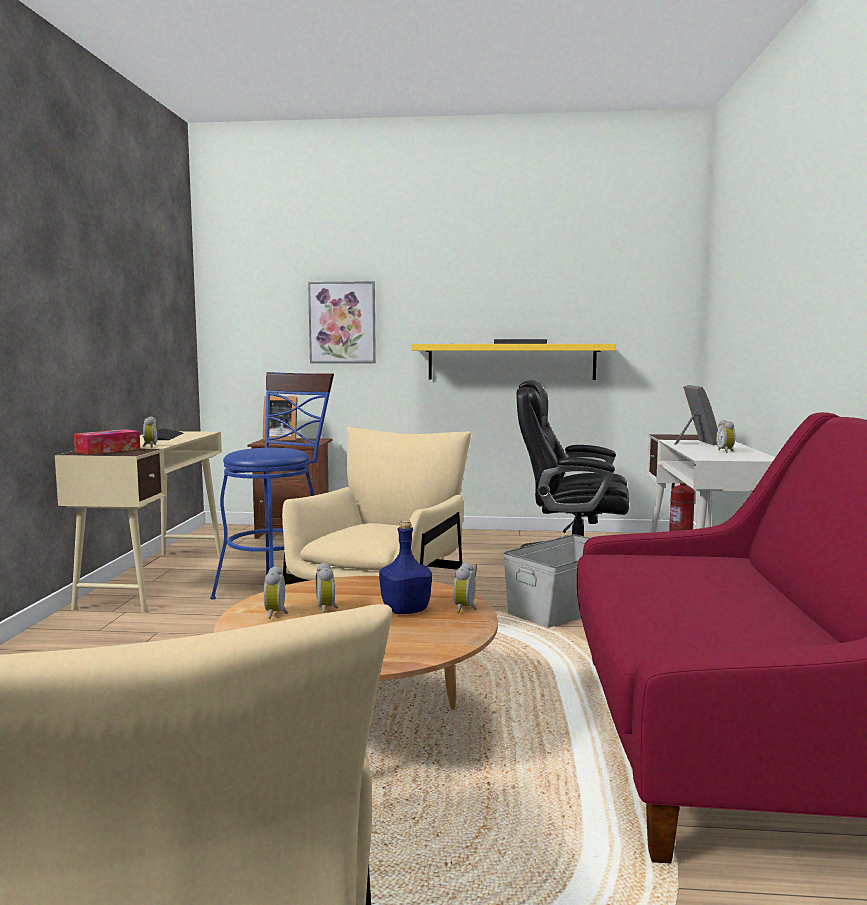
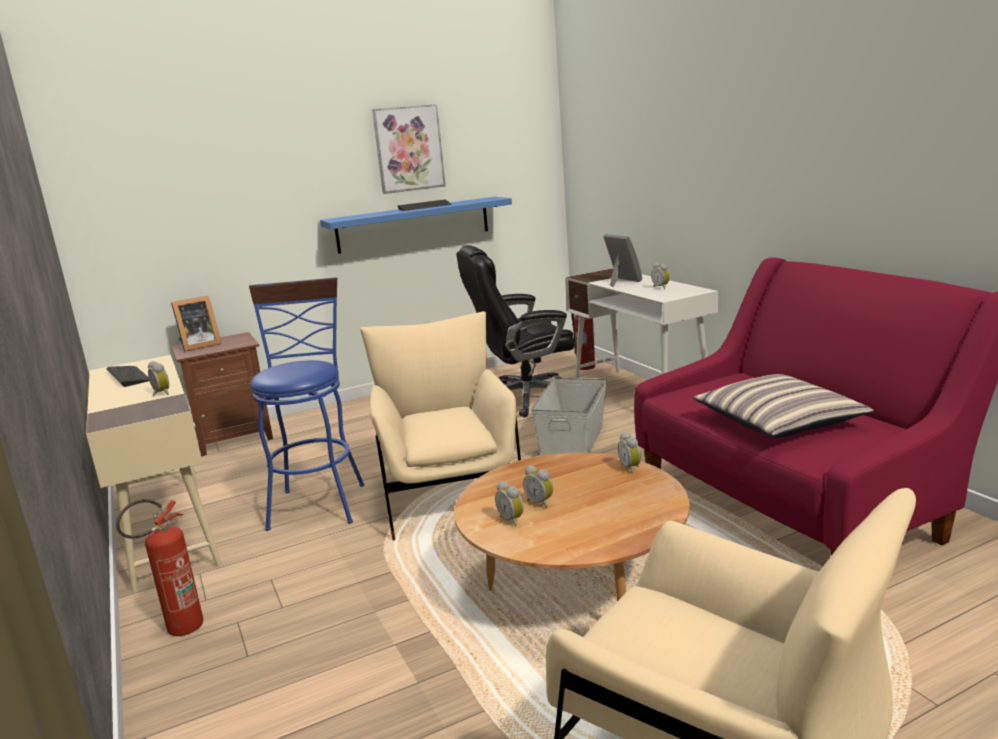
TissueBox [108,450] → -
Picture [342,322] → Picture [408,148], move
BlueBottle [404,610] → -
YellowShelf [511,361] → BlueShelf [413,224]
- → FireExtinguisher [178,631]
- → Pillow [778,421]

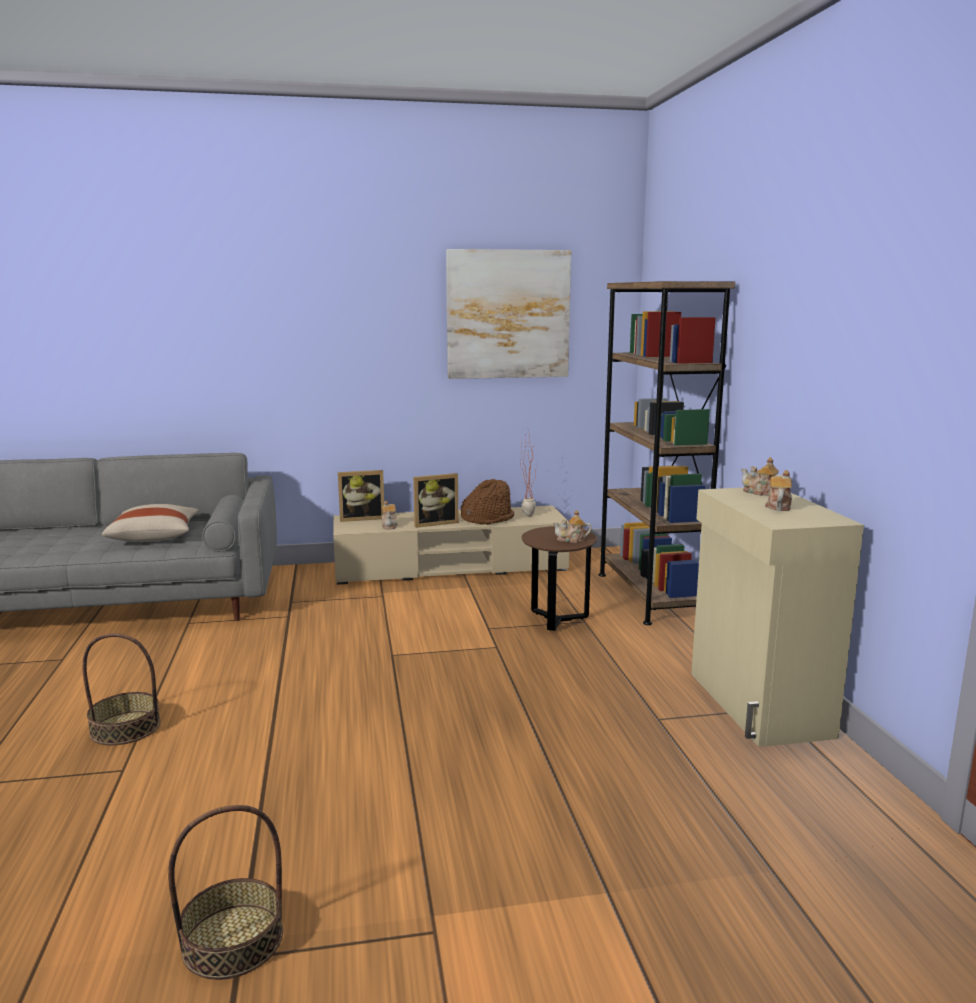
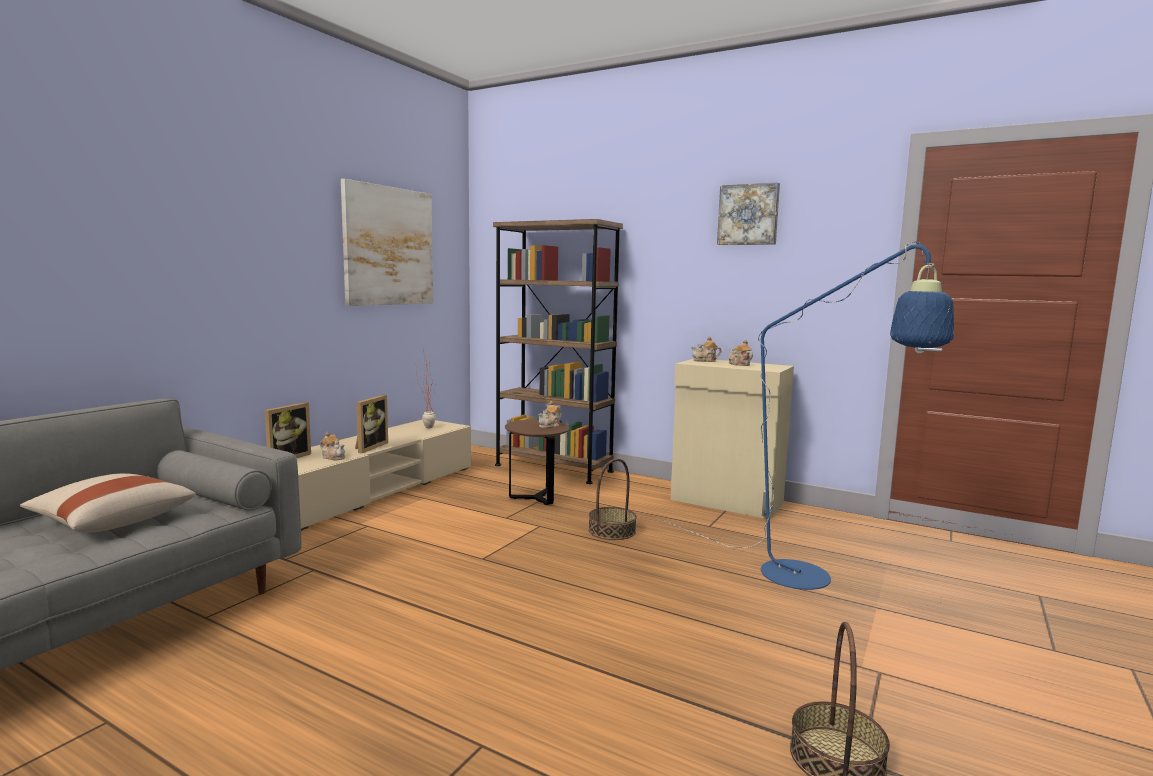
Basket [125,728] → Basket [612,530], move
BrownHat [487,519] → -
- → BlueFloorLamp [812,580]
- → Picture [748,215]

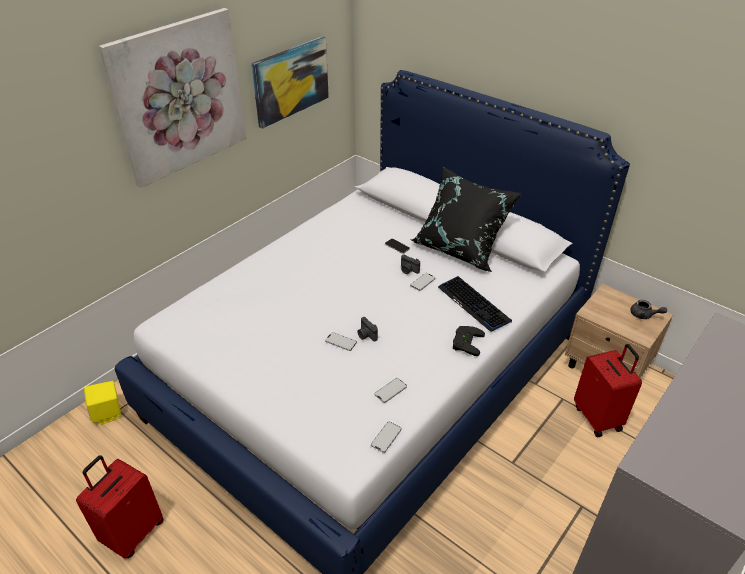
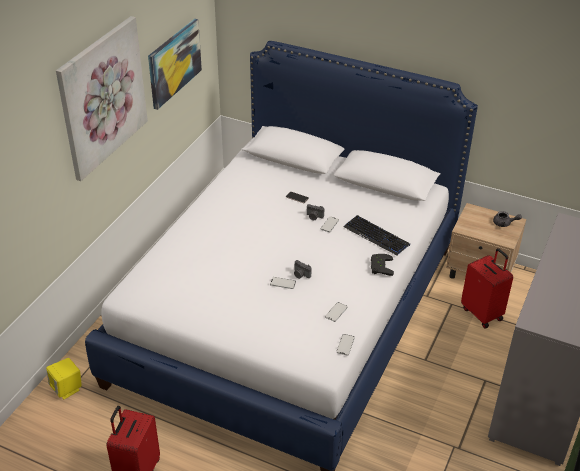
BlackPillow [461,248] → -

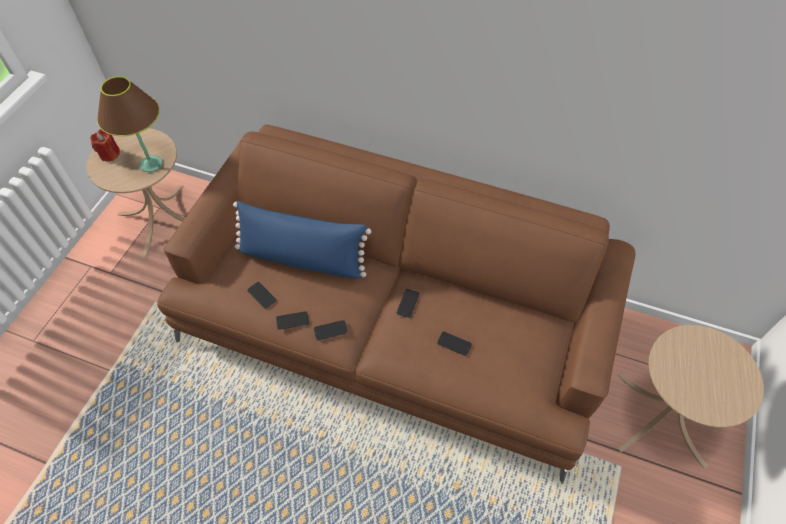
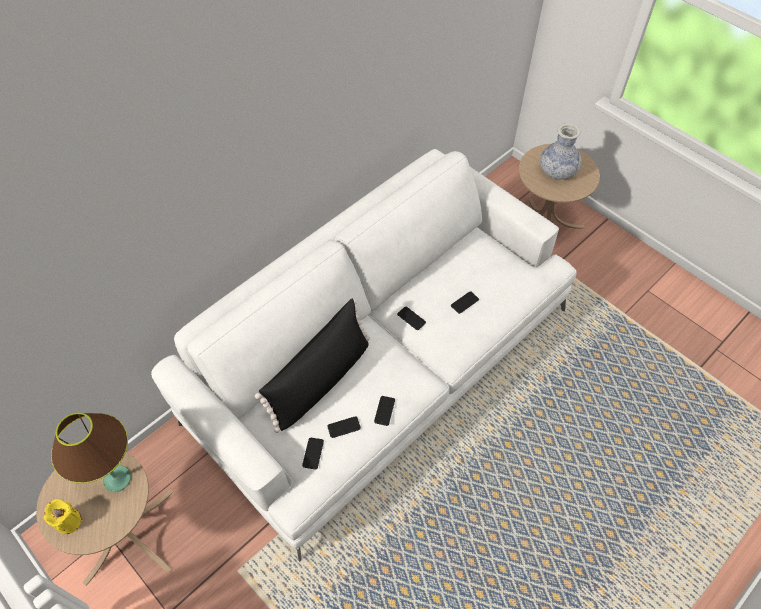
RedCandle [109,154] → YellowCandle [68,521]
BrownSofa [393,324] → WhiteSofa [381,363]
BluePillow [302,258] → BlackPillow [321,380]
Phone [330,330] → Phone [313,453], move
- → Vase [557,171]

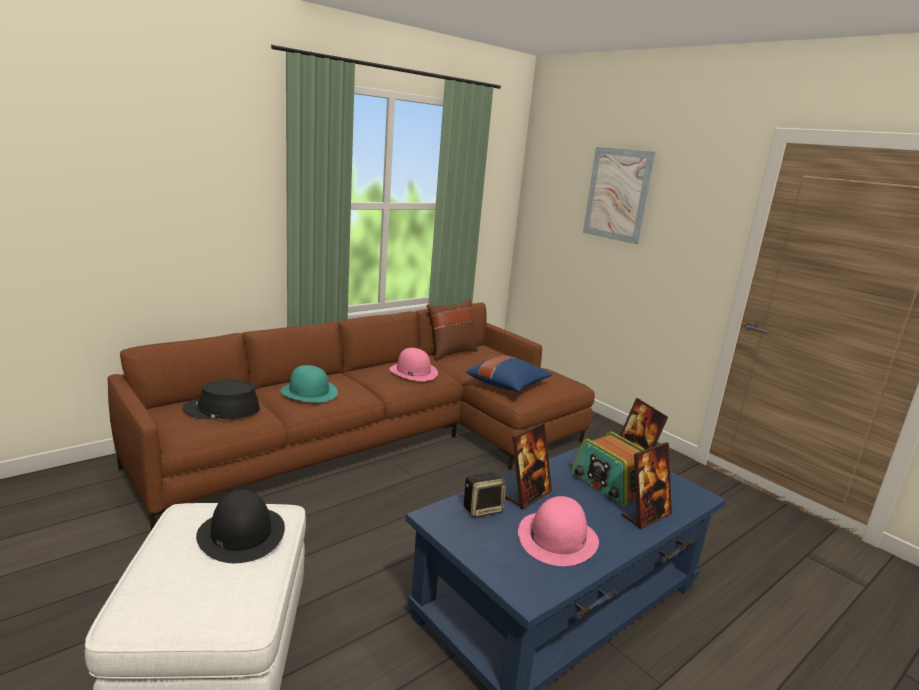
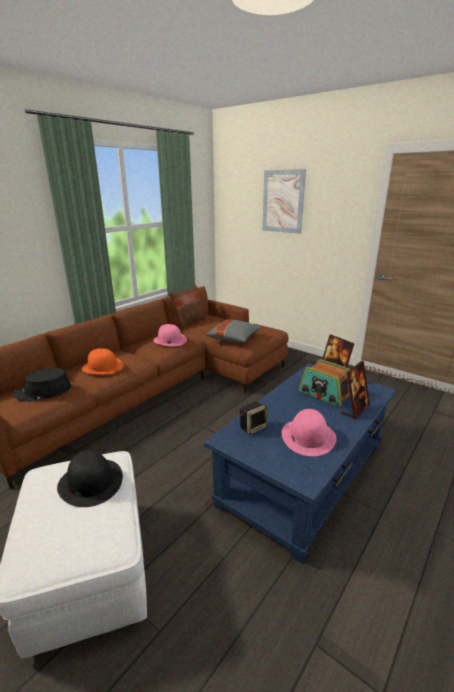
TurquoiseHat [309,392] → OrangeHat [103,367]
BluePillow [508,385] → GreyPillow [234,339]
PictureFrame [527,495] → -

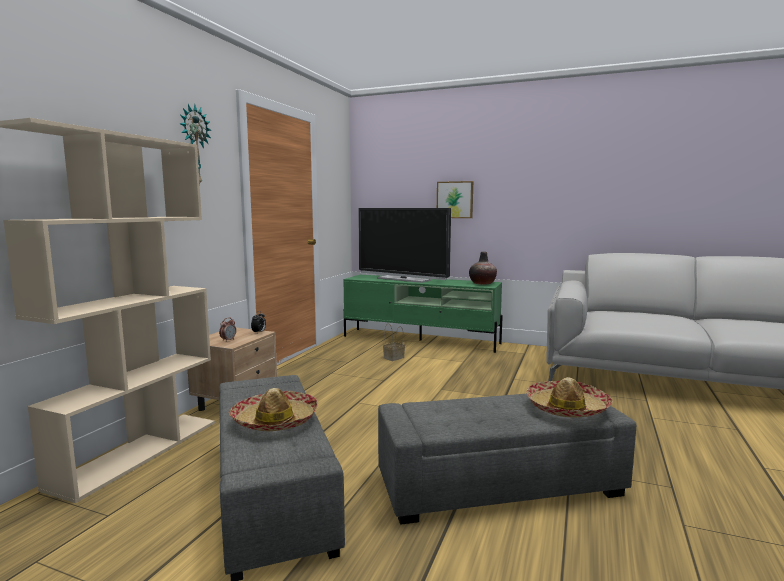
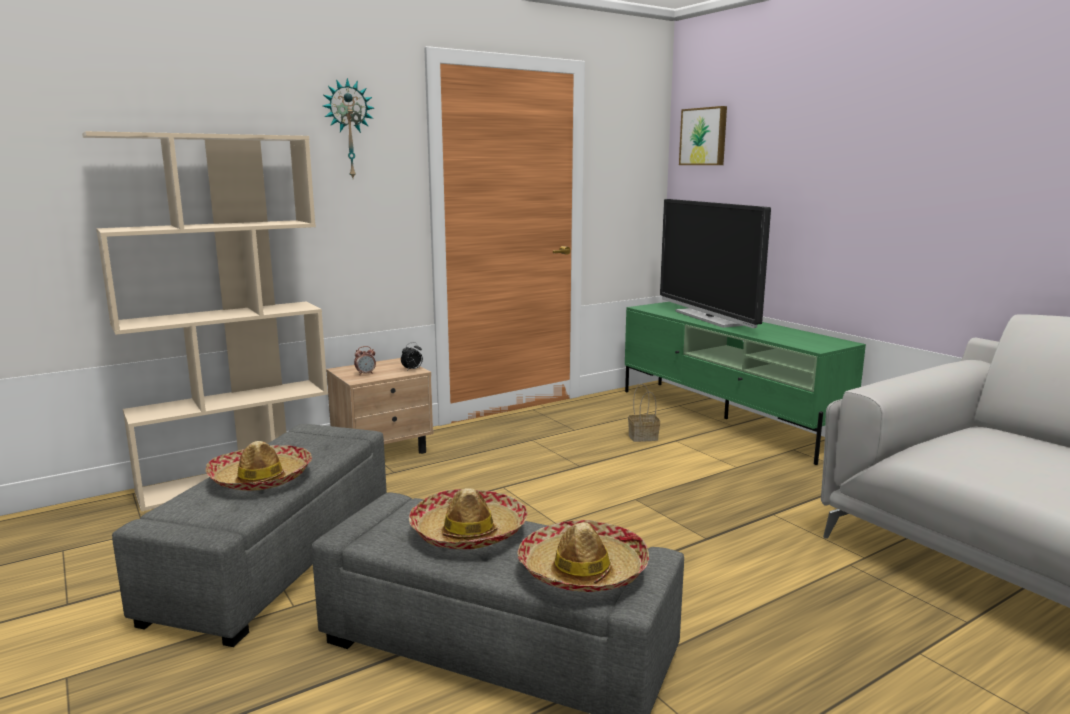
Picture [455,200] → Picture [704,136], move
Vase [482,283] → -
- → Hat [469,532]

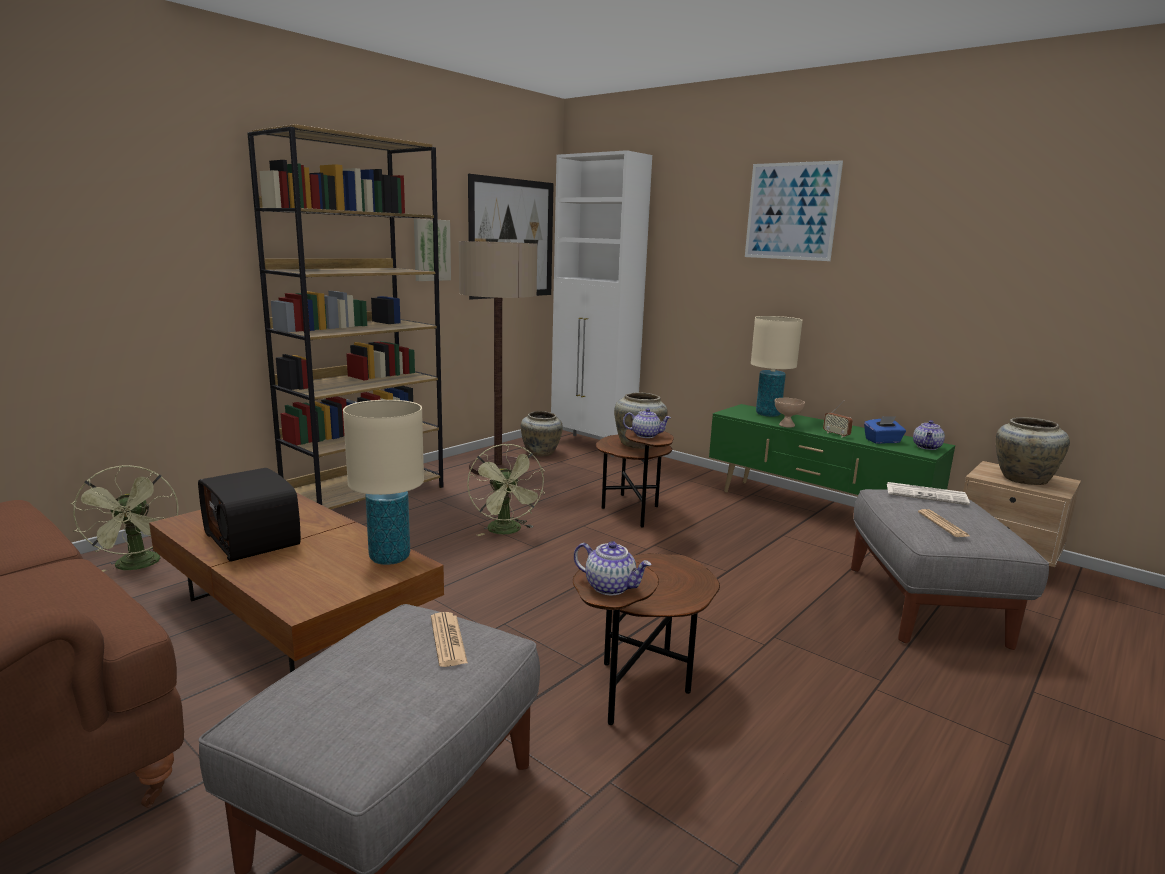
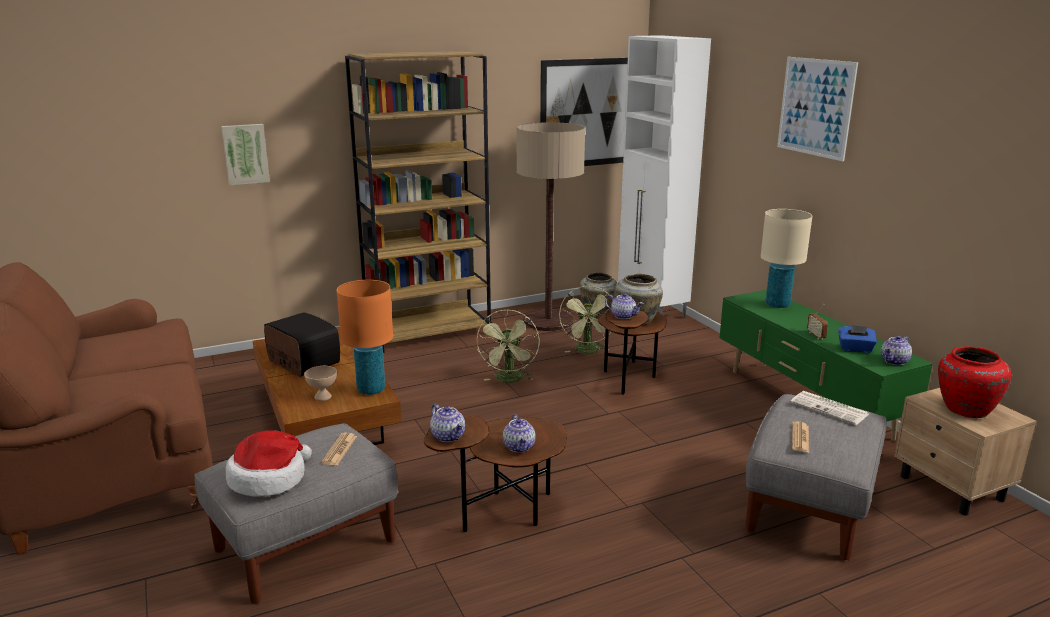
GreenFan [138,566] → GreenFan [588,351], move
Radio [254,539] → Radio [302,362], 150 degrees clockwise
BeigeTableLamp [389,558] → OrangeTableLamp [371,390]
Picture [431,250] → Picture [245,154], move
BeigeBowl [786,425] → BeigeBowl [322,397], move
BeigeVase [1022,479] → RedVase [964,409]
- → Hat [269,478]
- → Teapot [519,447]

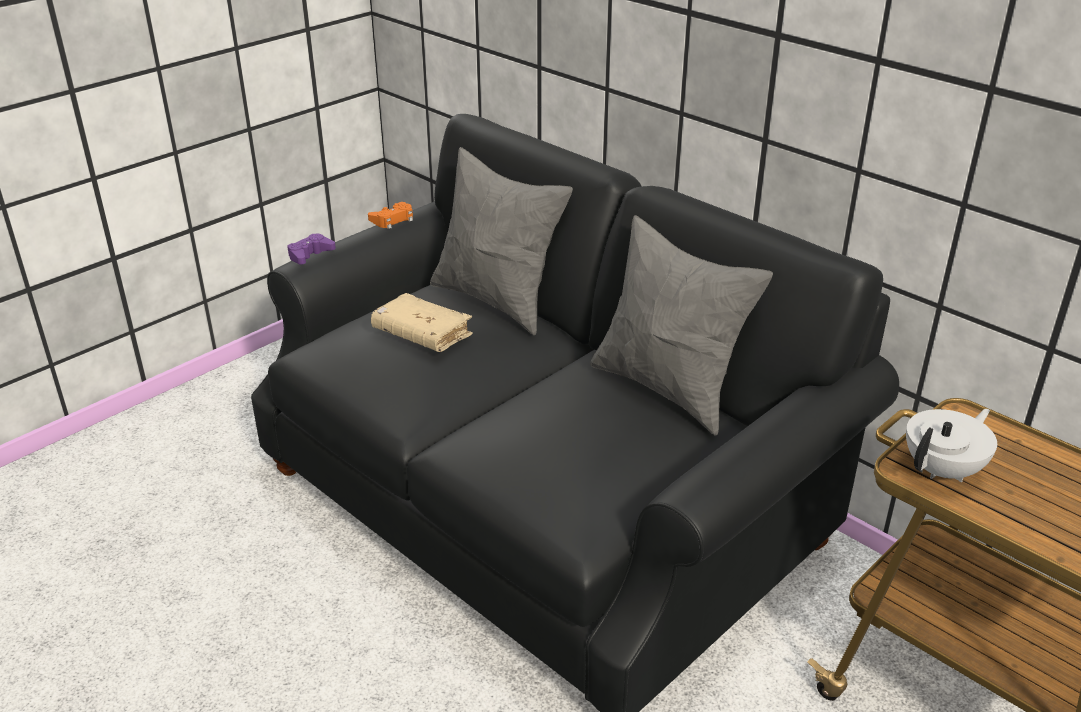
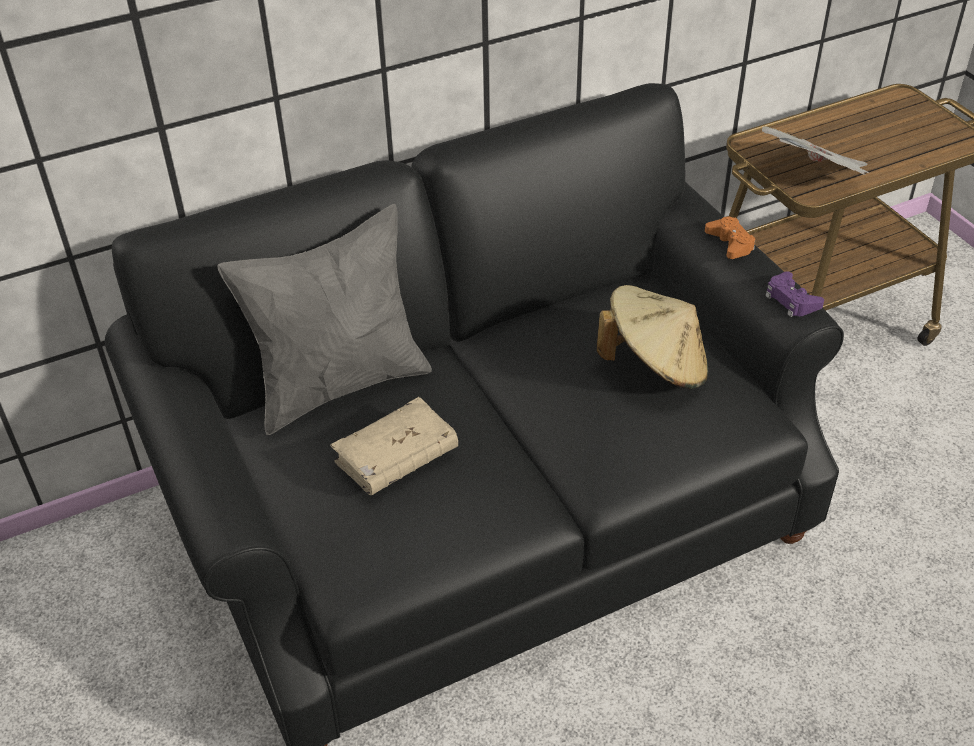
PurpleGameController [310,254] → PurpleGameController [791,300], move
OrangeGameController [393,220] → OrangeGameController [730,243], move
GreyPillow [668,389] → -
WhiteTeapot [943,470] → Newspaper [815,177]
- → BeigeHat [655,365]

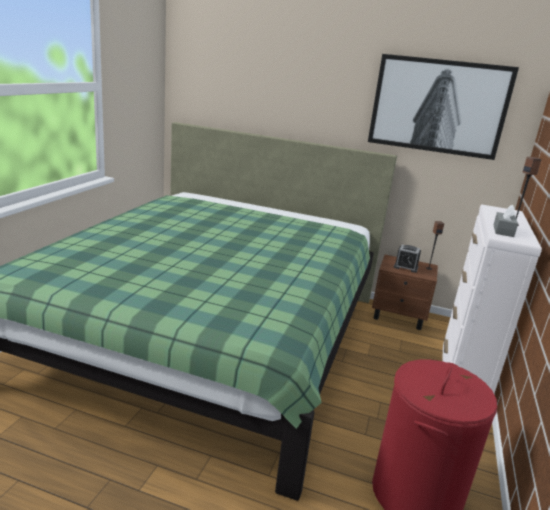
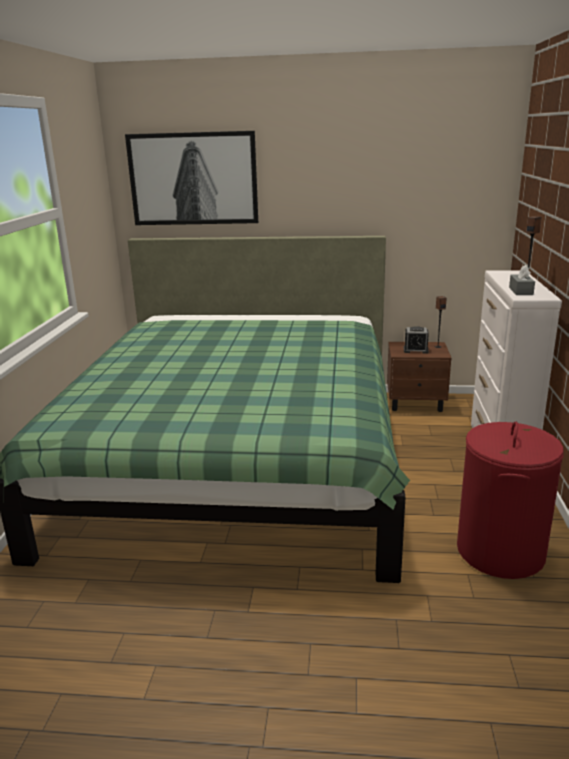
Picture [438,106] → Picture [193,179], move

